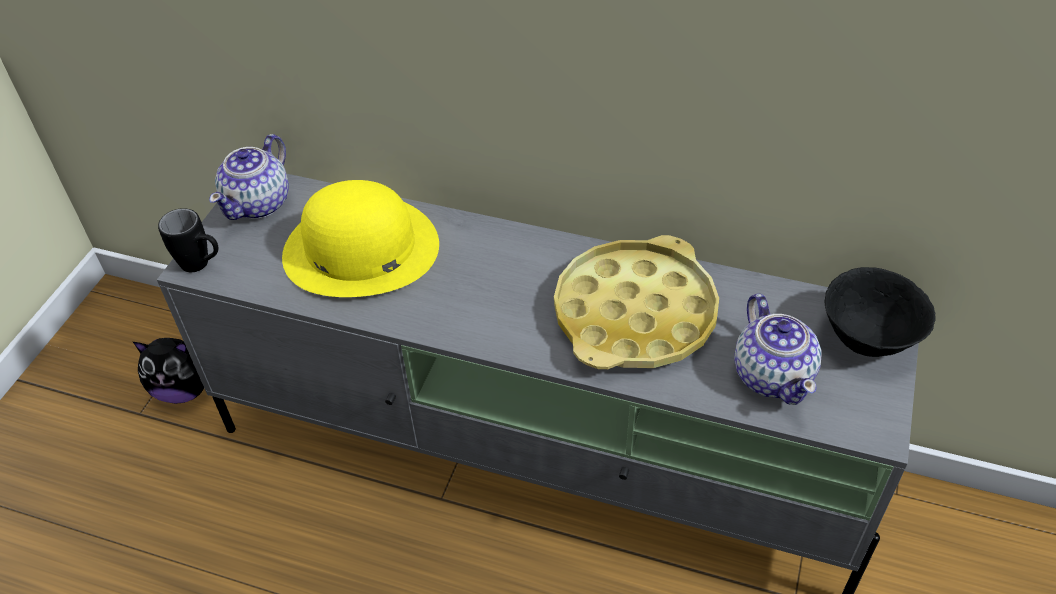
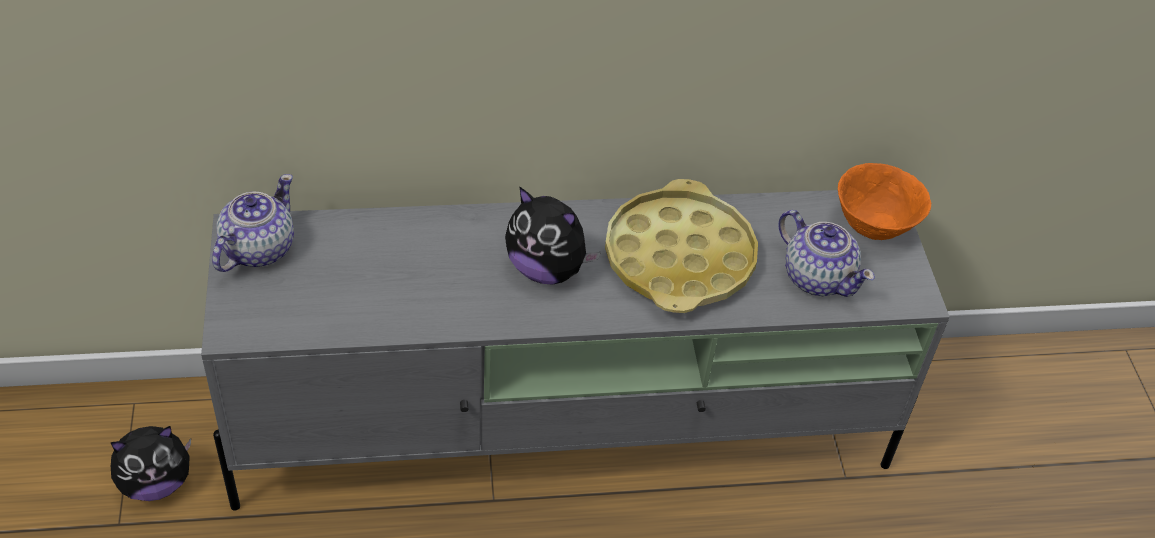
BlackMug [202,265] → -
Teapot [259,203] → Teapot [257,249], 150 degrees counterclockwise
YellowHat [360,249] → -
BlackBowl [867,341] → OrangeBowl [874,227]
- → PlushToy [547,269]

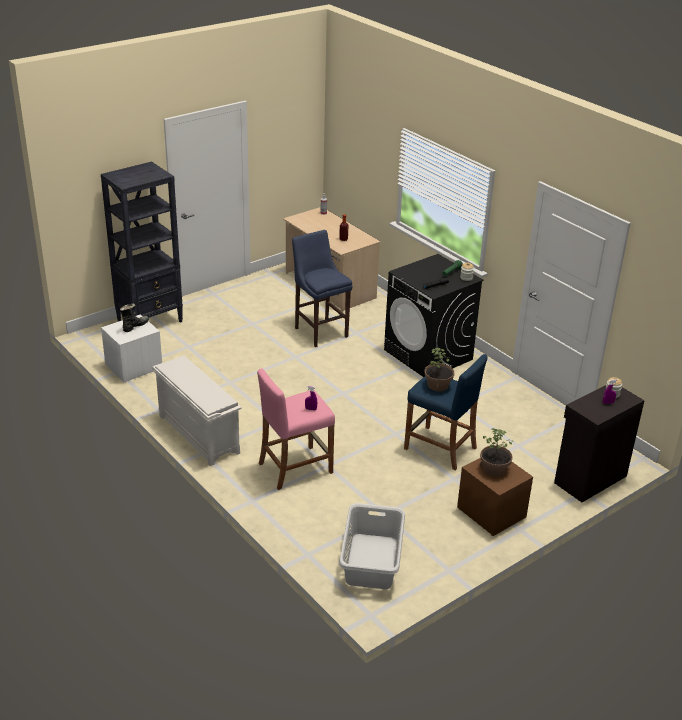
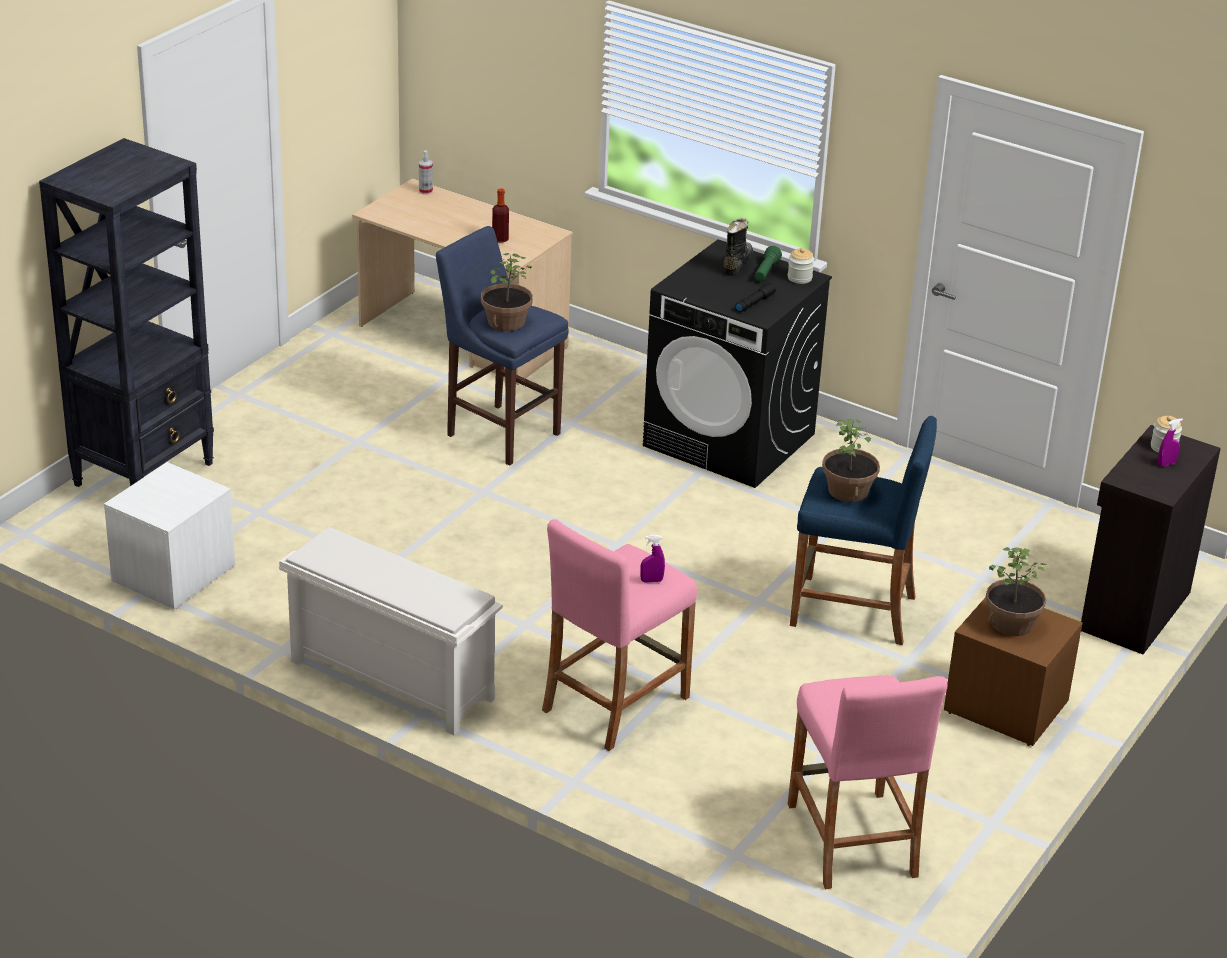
BlackBoot [135,326] → BlackBoot [736,264], move
GreyLaundryBasket [371,561] → PinkStool [852,840]
- → PottedPlant [506,321]

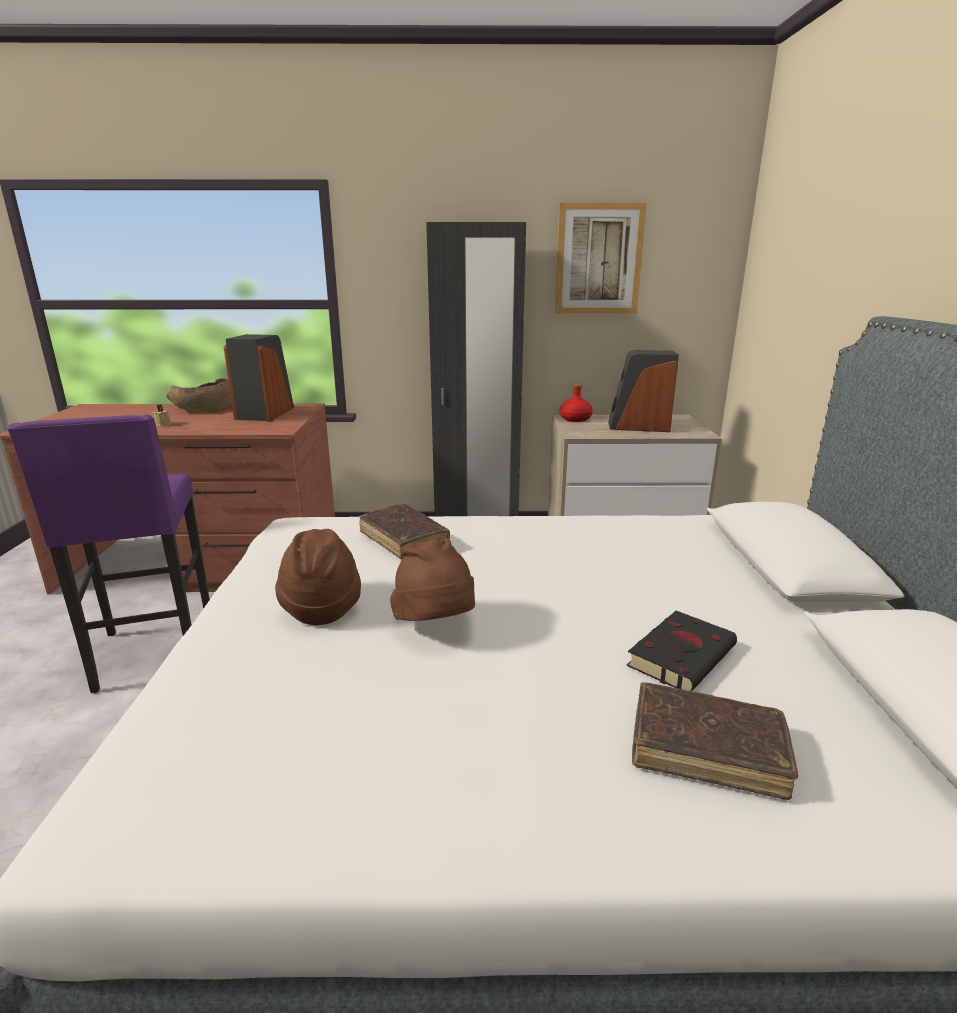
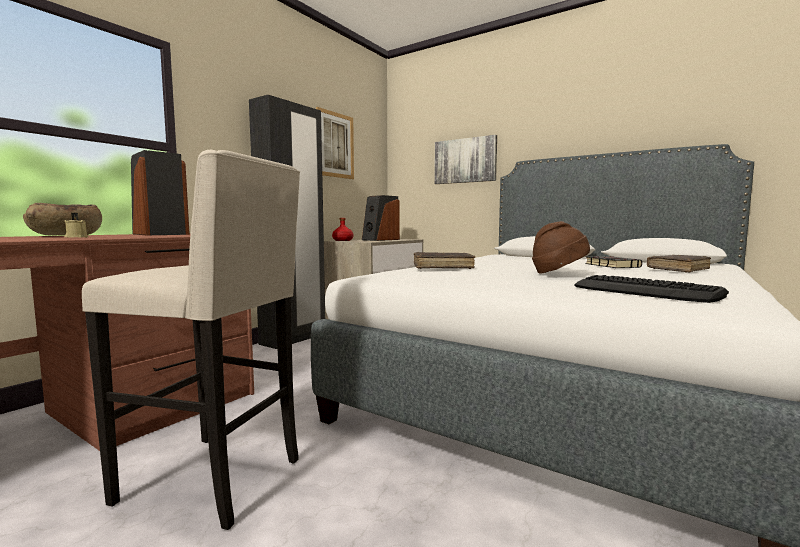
PurpleStool [154,655] → BeigeStool [216,480]
BrownHat [321,608] → -
- → Picture [465,161]
- → Keyboard [645,291]

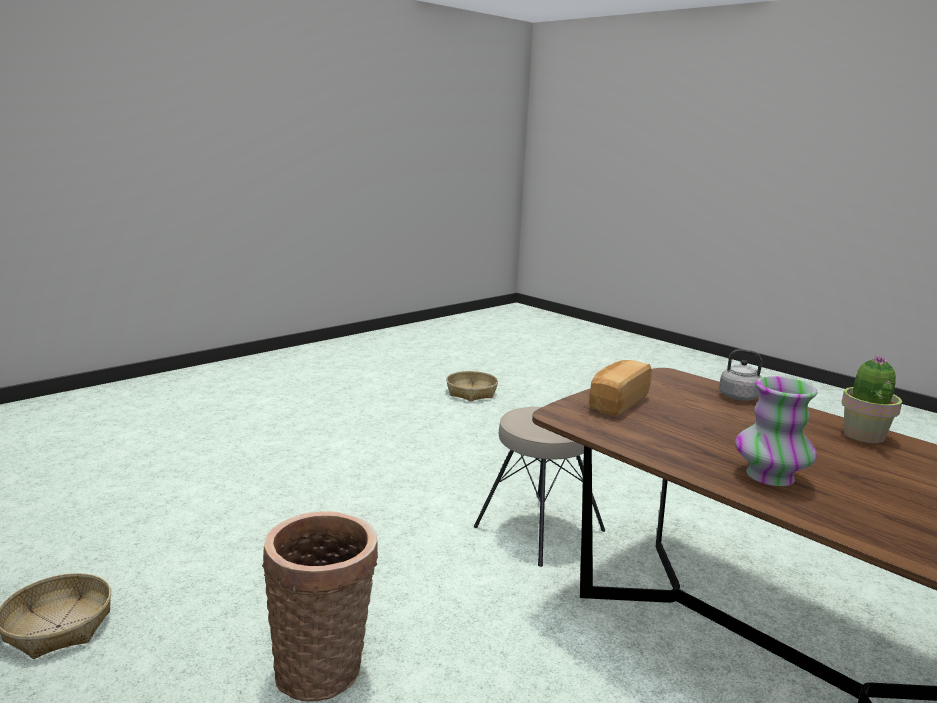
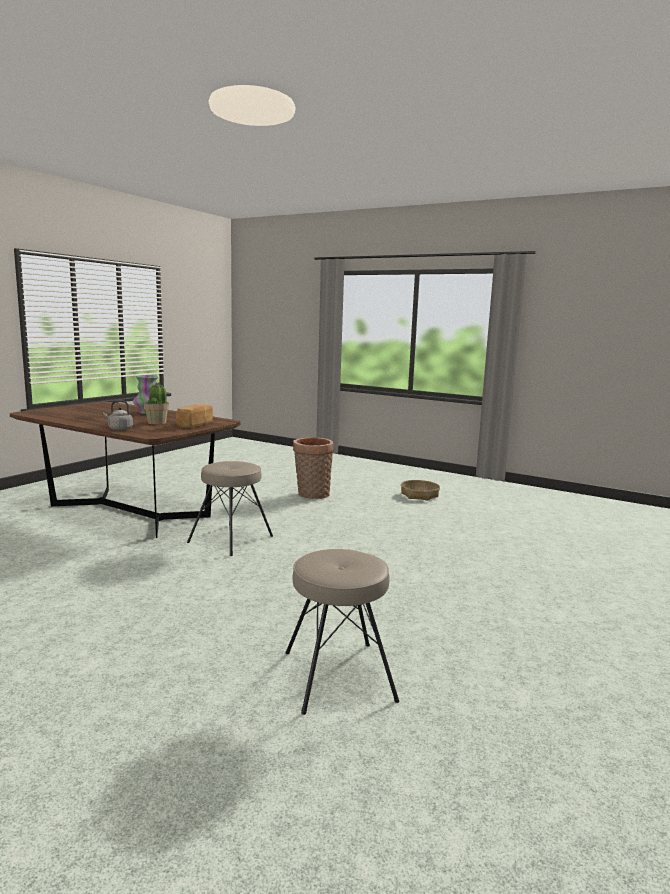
Basket [471,393] → BeigeStool [337,676]
PottedPlant [863,435] → PottedPlant [157,422], move

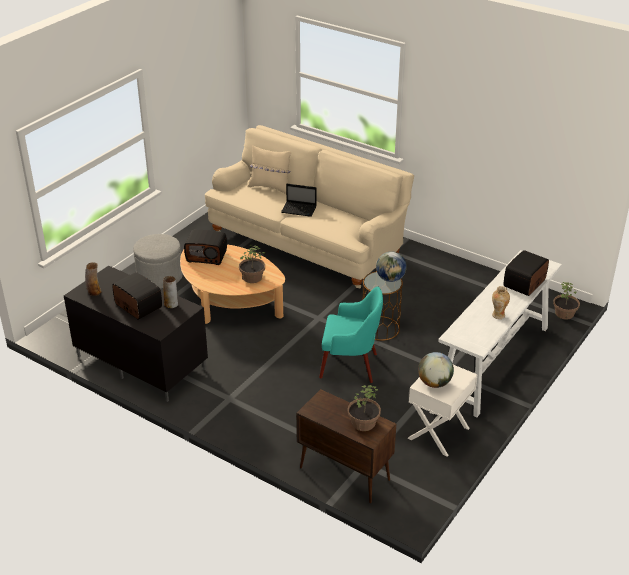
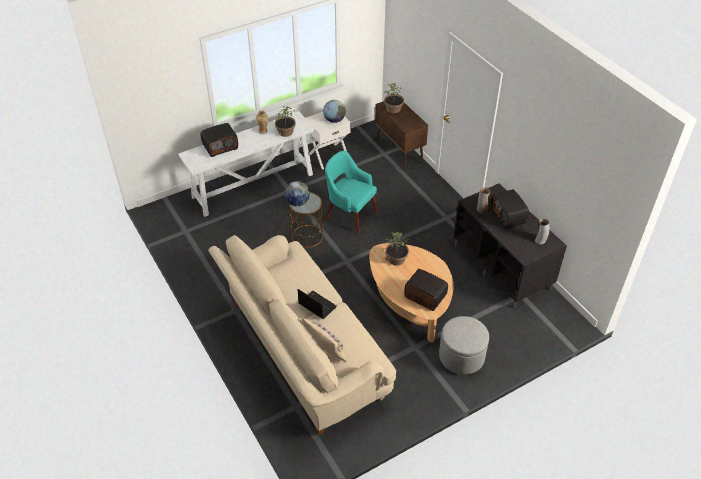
PottedPlant [564,314] → PottedPlant [285,132], move

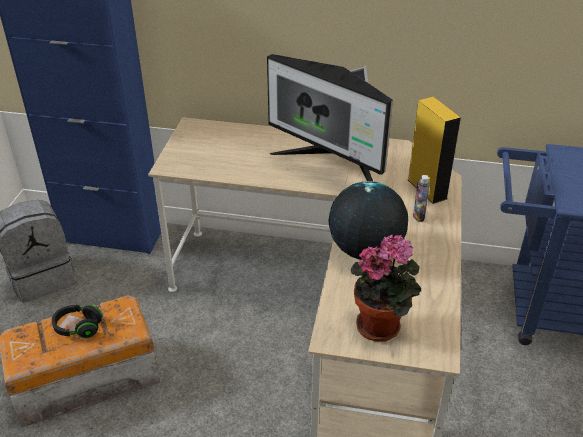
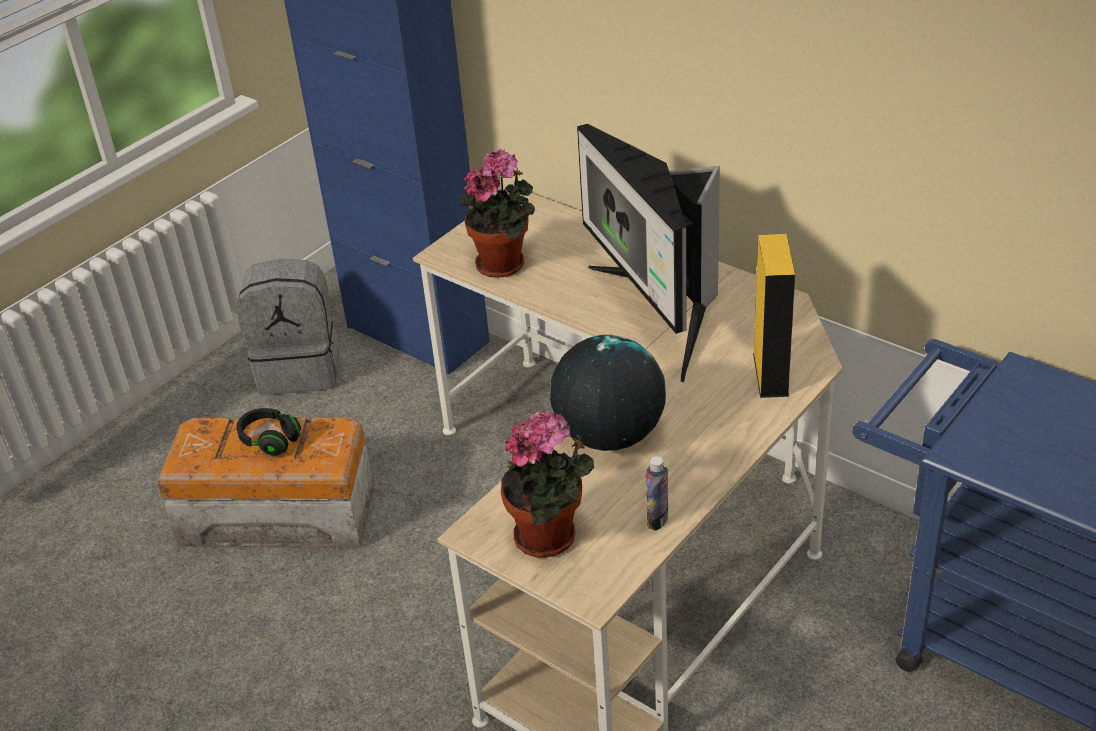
Bottle [418,216] → Bottle [657,520], move
- → PottedPlant [505,263]

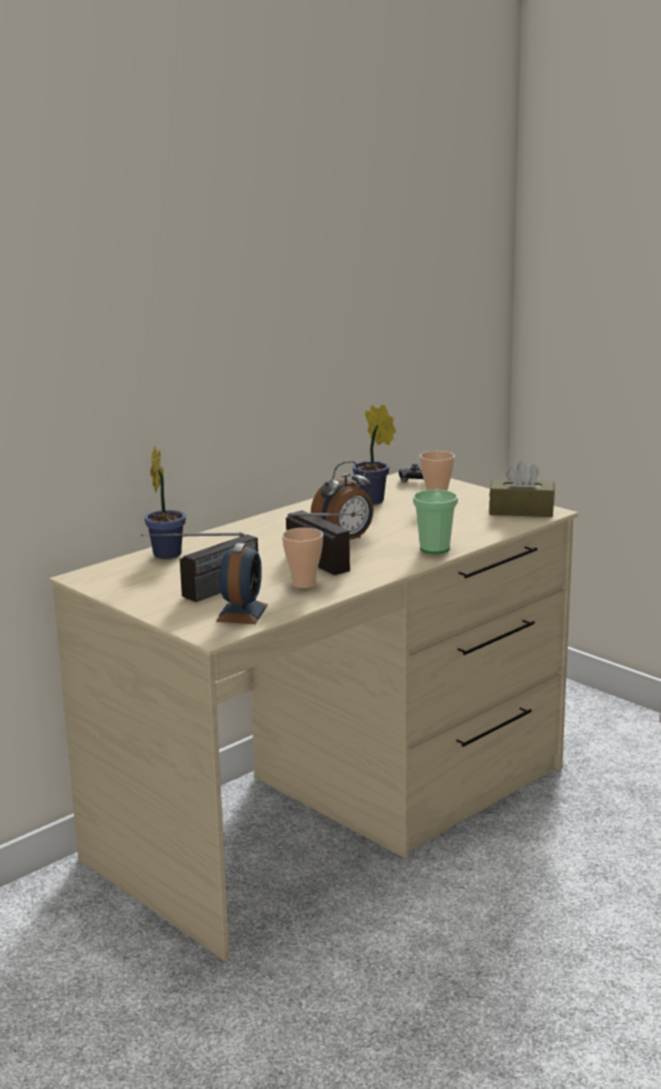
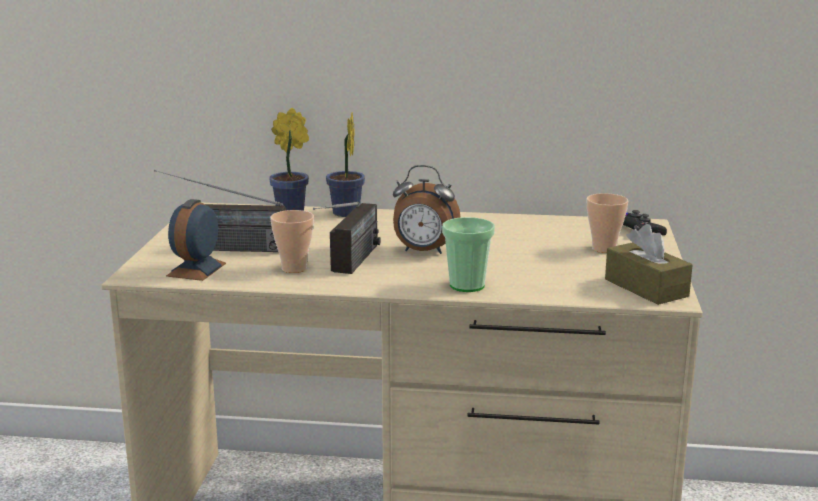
AlarmClock [242,613] → AlarmClock [196,269], 135 degrees clockwise
PottedPlant [373,502] → PottedPlant [345,214], move

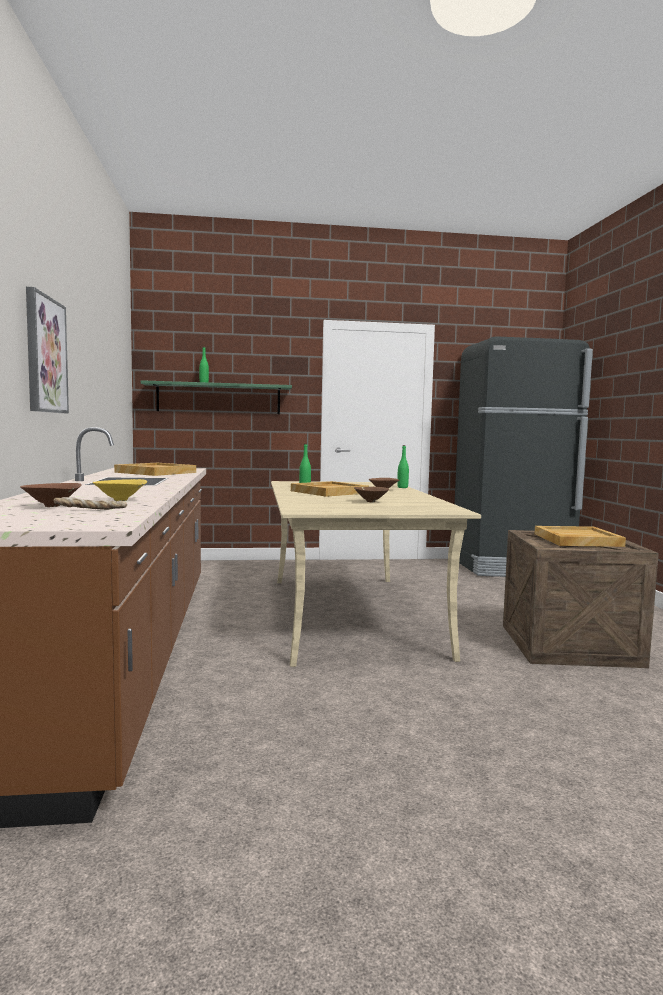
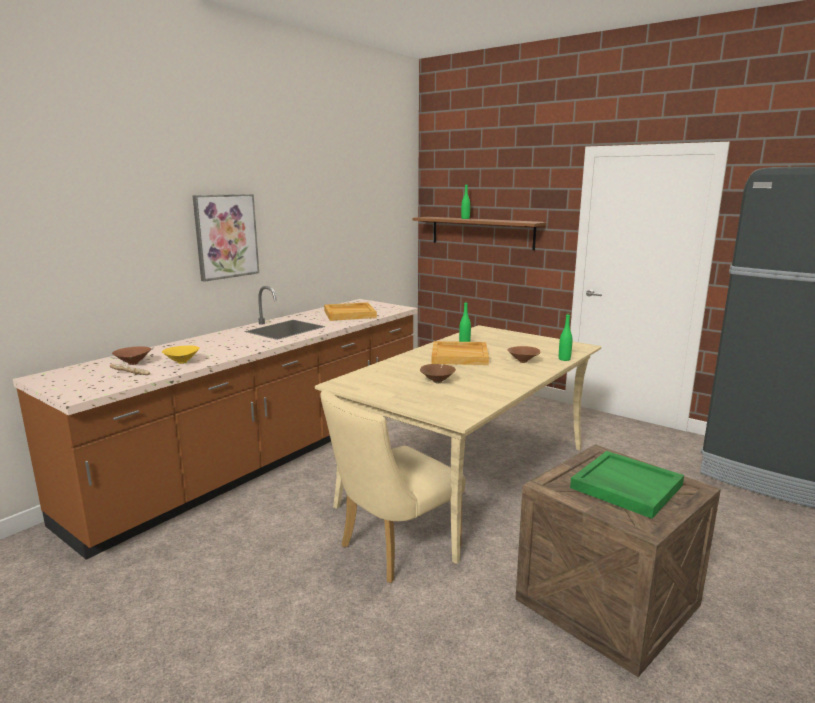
GreenShelf [219,398] → BrownShelf [482,232]
BeigeTray [577,540] → GreenTray [625,486]
- → BeigeChair [392,549]

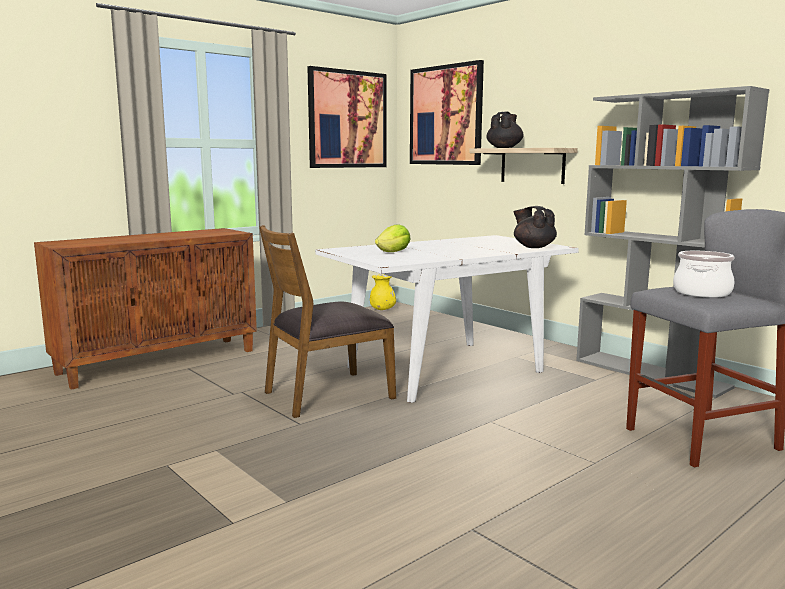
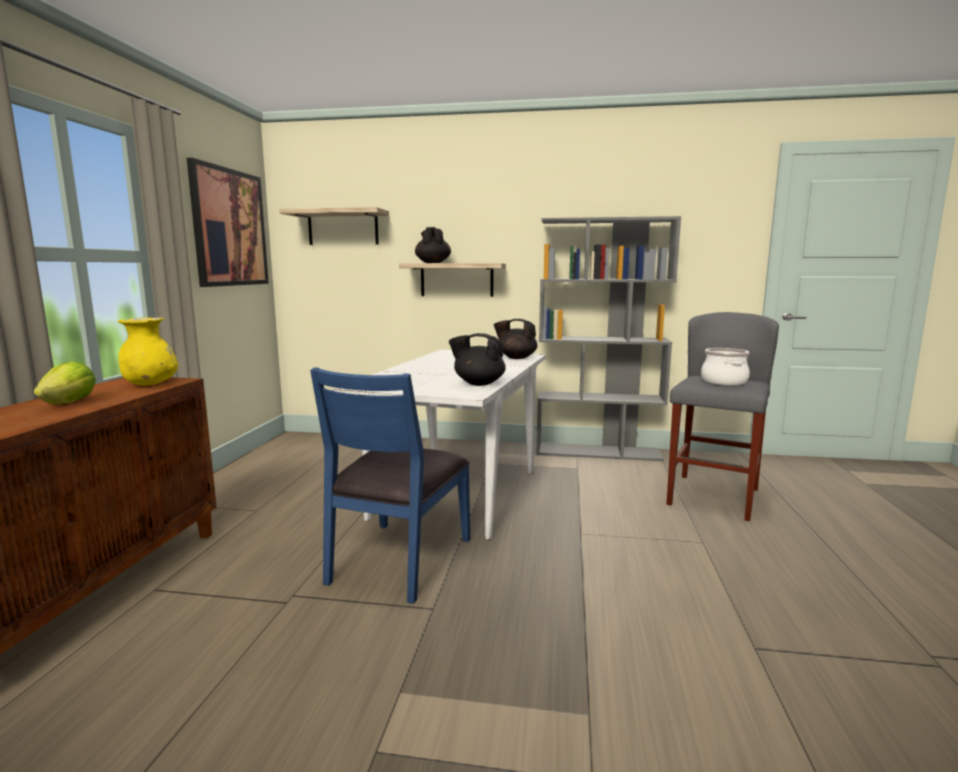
BrownChair [327,394] → BlueChair [398,560]
YellowVase [382,309] → YellowVase [150,384], move
Lettuce [393,252] → Lettuce [70,403], move
Picture [445,115] → Shelf [343,228]
- → BlackTeapot [478,383]

